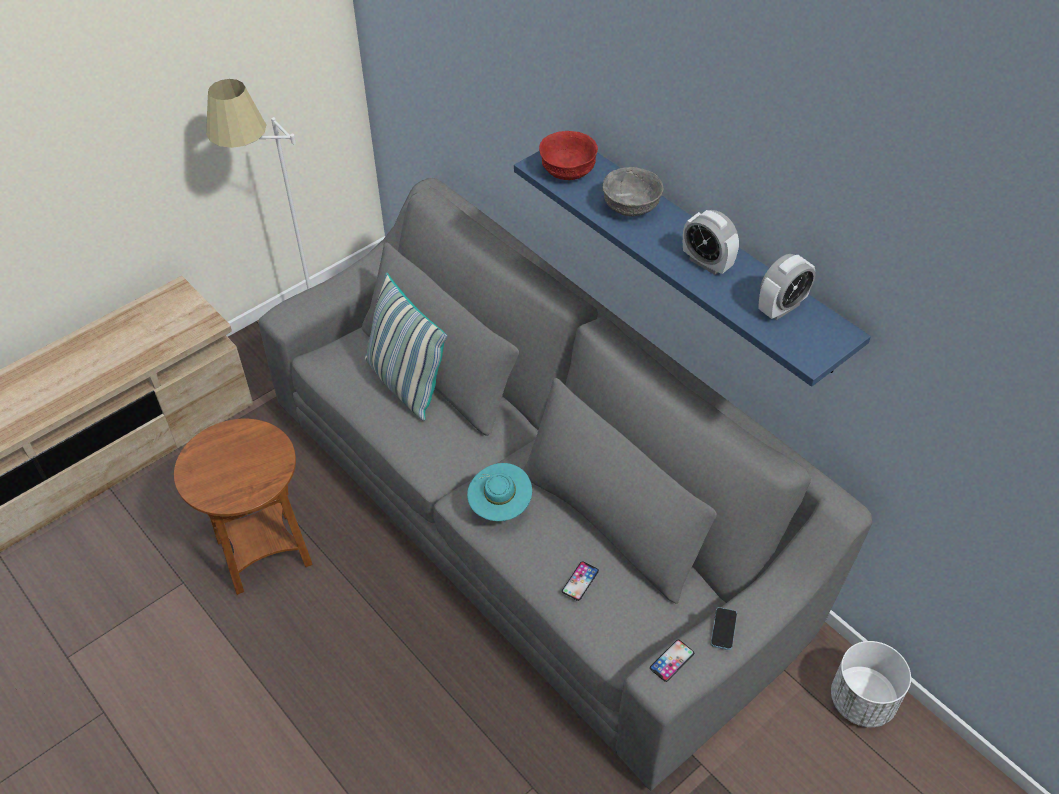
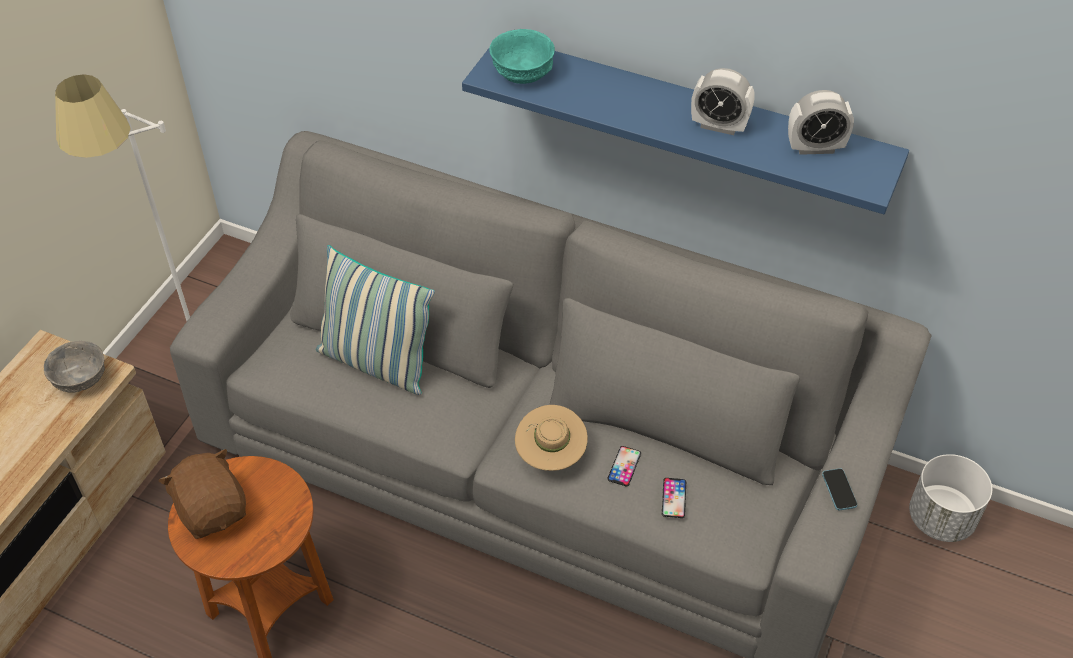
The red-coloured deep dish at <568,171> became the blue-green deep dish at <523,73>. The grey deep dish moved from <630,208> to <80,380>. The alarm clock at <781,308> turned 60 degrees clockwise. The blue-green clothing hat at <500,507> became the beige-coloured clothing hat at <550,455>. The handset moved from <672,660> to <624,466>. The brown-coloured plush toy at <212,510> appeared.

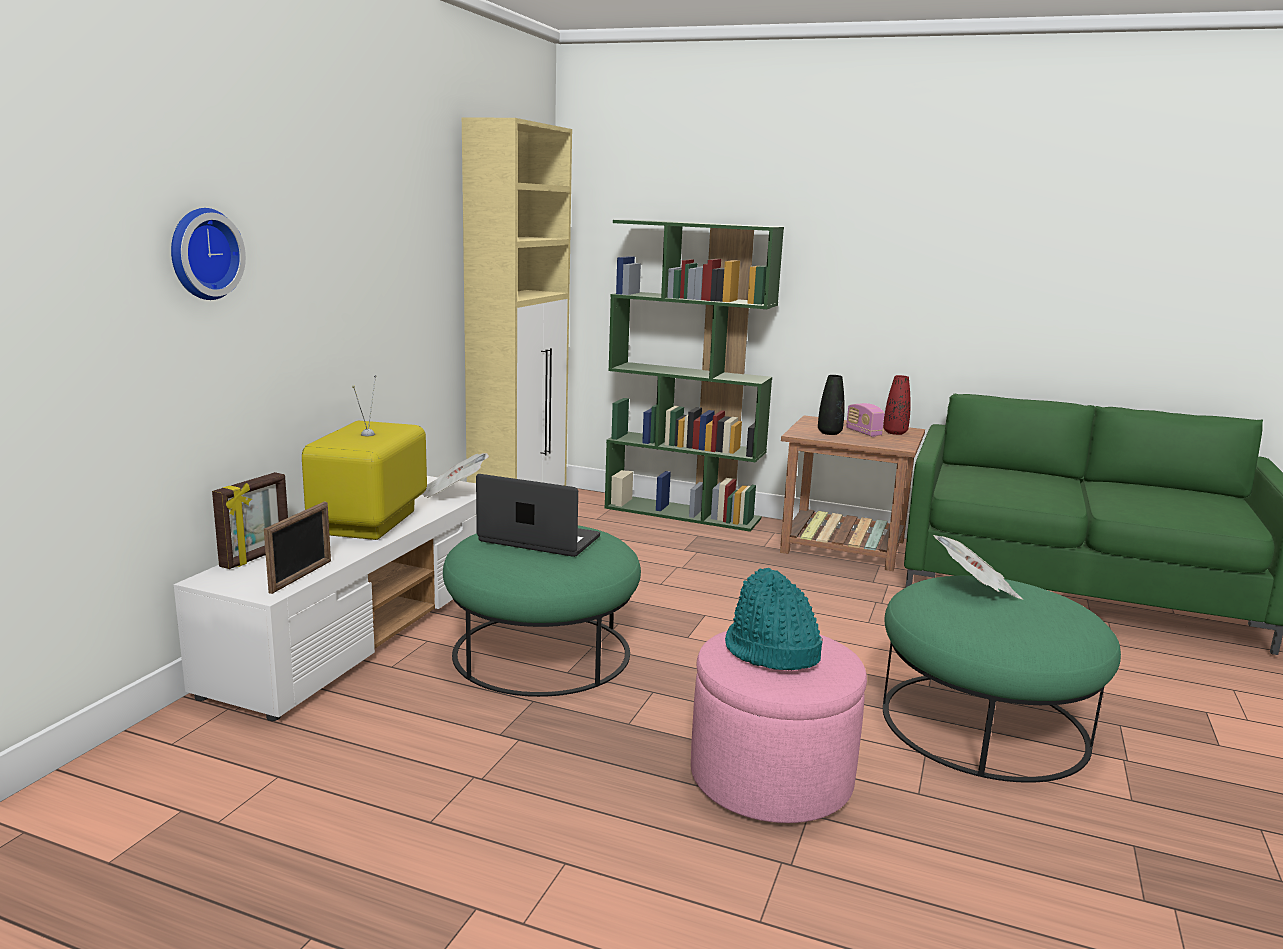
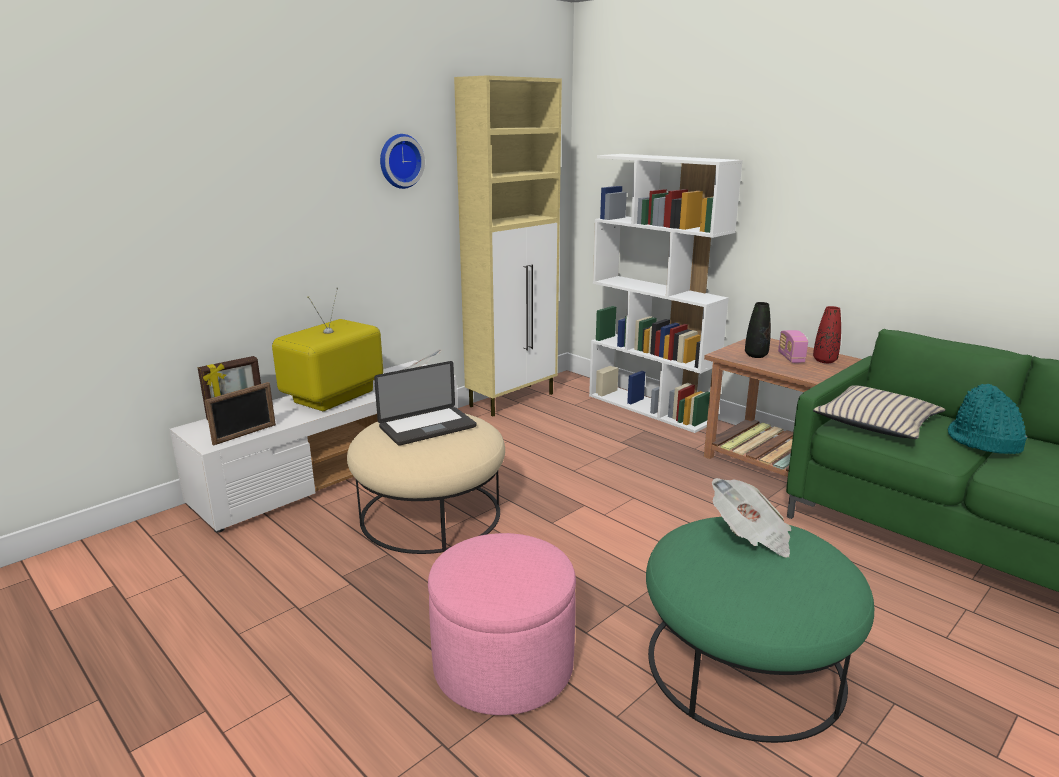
The hanging clock moved from <202,254> to <399,161>. The green bookcase at <683,513> became the white-coloured bookcase at <651,408>. The laptop at <539,539> turned 105 degrees clockwise. The green ottoman at <542,651> became the beige-coloured ottoman at <431,513>. The blue-green clothing hat moved from <770,652> to <982,441>. The beige-coloured throw pillow at <875,423> appeared.

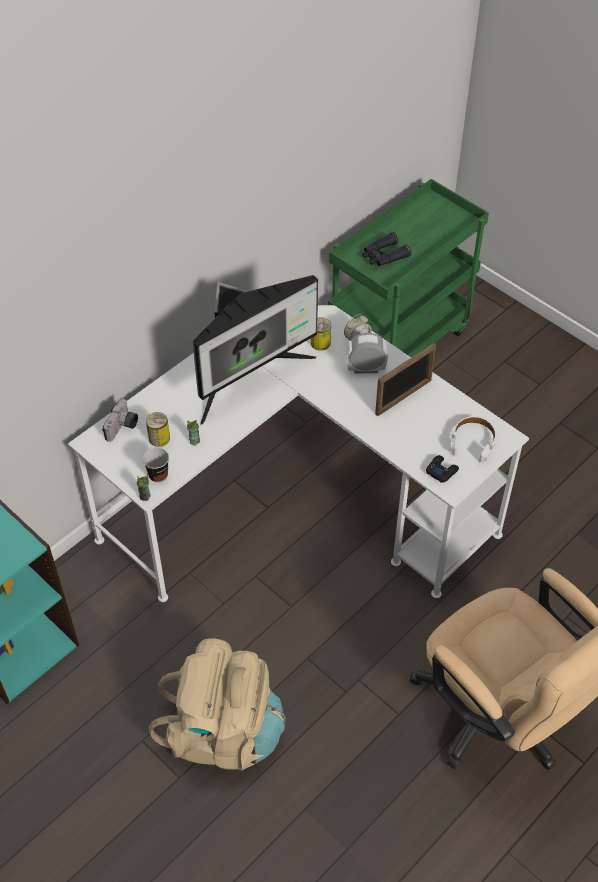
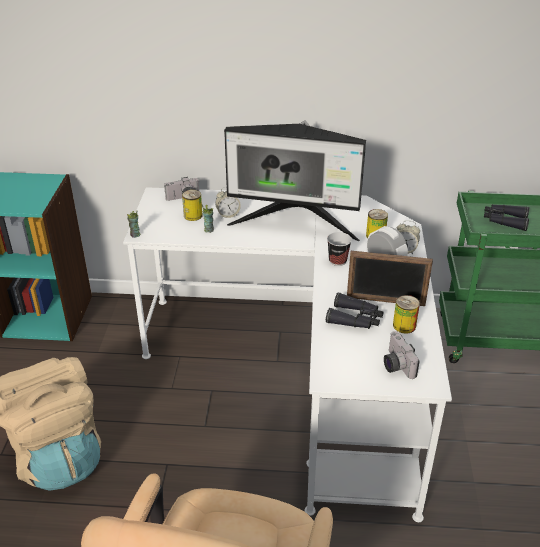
The white-coloured headset at <473,442> was replaced by the photo camera at <395,364>. The small cup moved from <158,475> to <337,261>. The blackish gamepad at <441,471> disappeared. The alarm clock at <228,215> appeared. The blackish field glasses at <355,319> appeared. The metal can at <404,325> appeared.

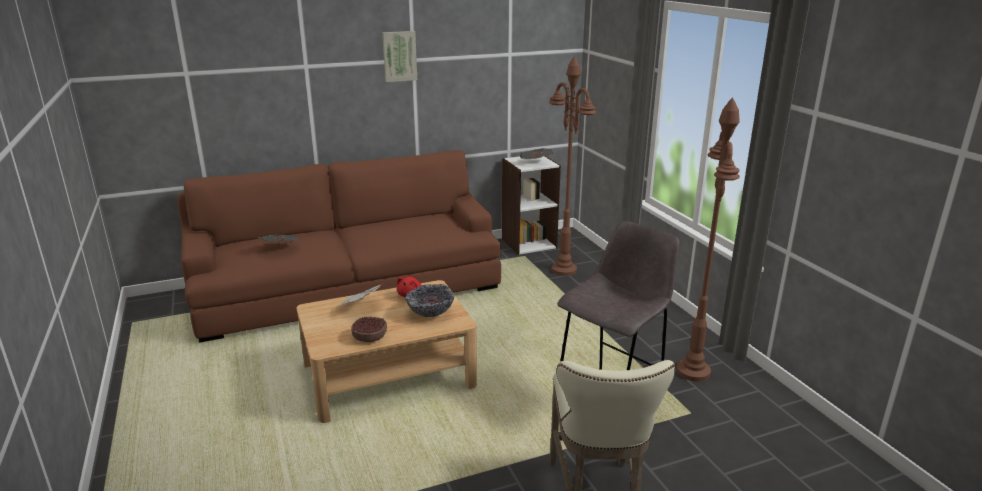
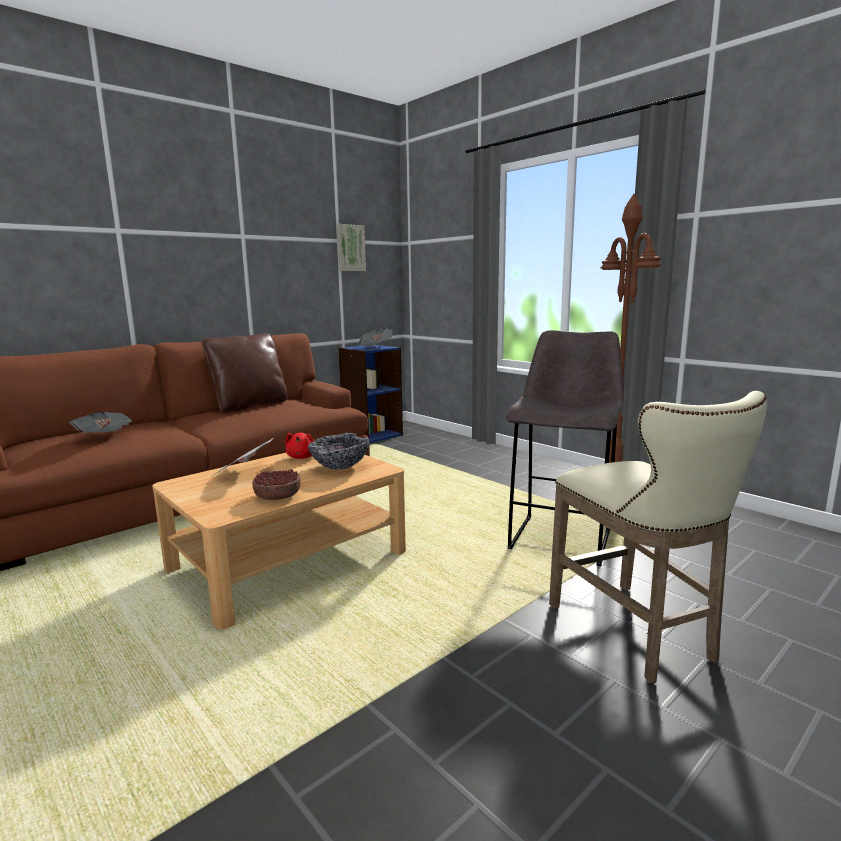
The wall picture moved from <399,56> to <350,248>. The brown-coloured standing lamp at <563,270> disappeared. The white-coloured bookcase at <528,243> became the blue bookcase at <372,435>. The brown-coloured throw pillow at <249,405> appeared.

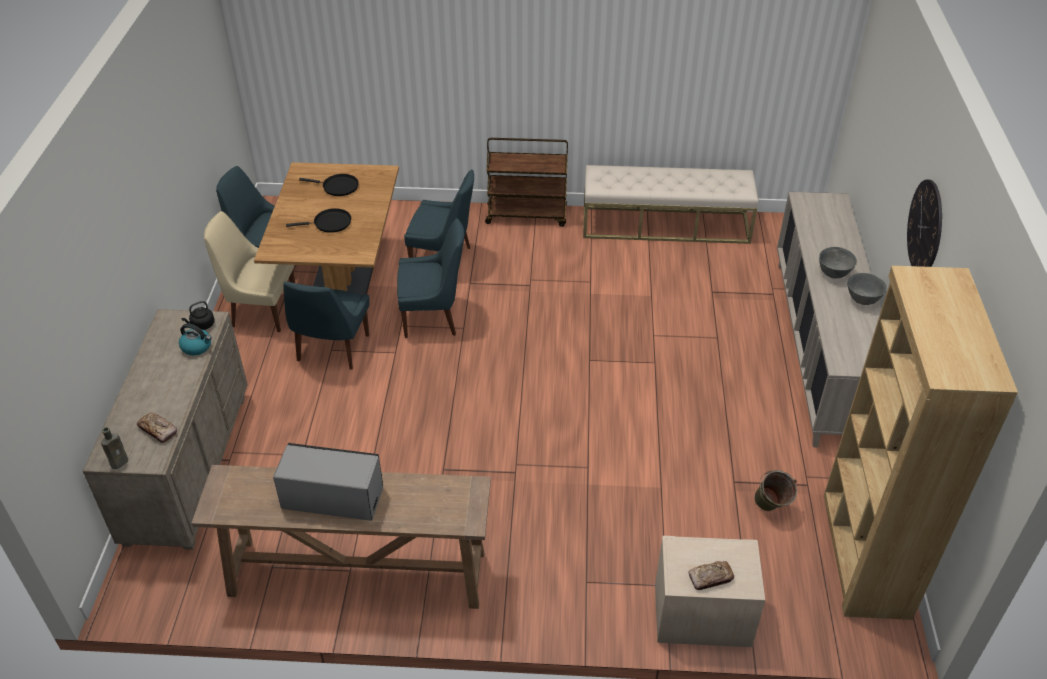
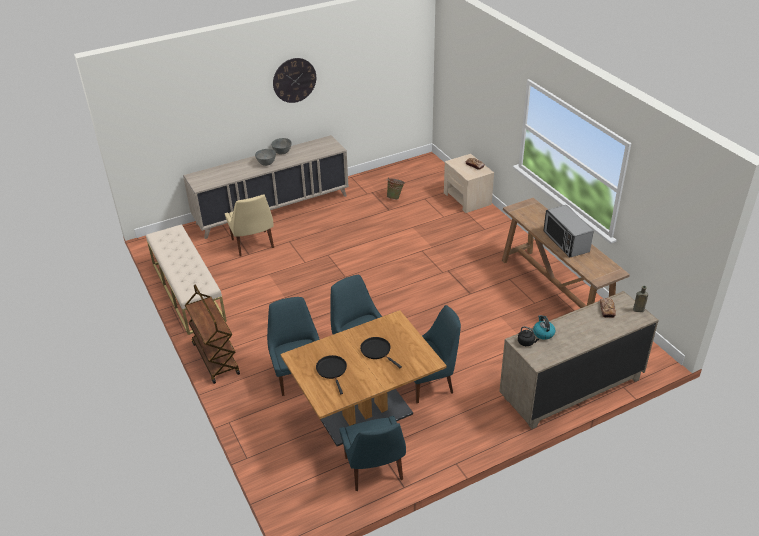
The beige-coloured chair moved from <261,311> to <253,244>. The brown-coloured bookcase at <864,555> disappeared.

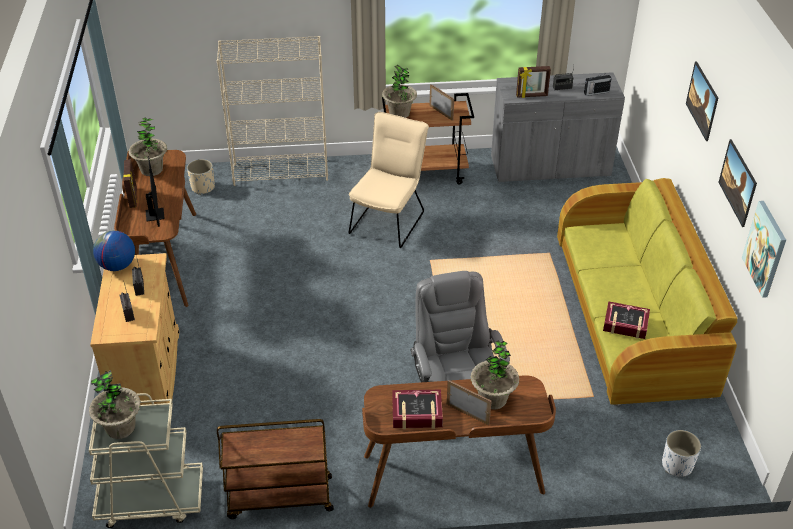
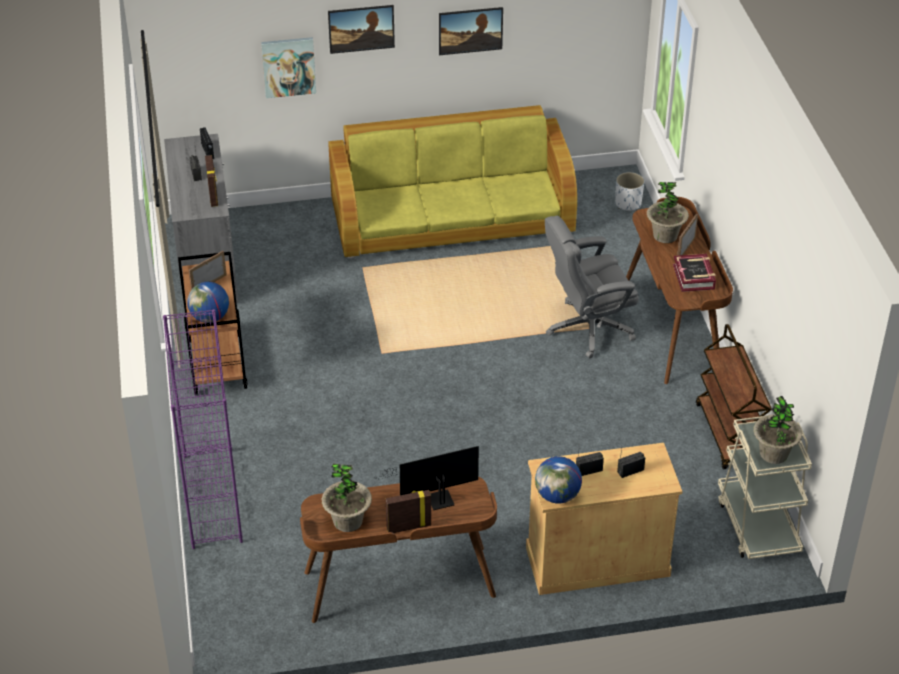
The beige-coloured bookcase at <281,172> became the purplish bookcase at <211,498>. The potted plant at <399,113> was replaced by the desk globe at <210,318>. The beige-coloured chair at <389,219> disappeared. The beige-coloured planter at <203,187> disappeared. The wall picture moved from <765,249> to <288,66>. The book at <625,324> disappeared.

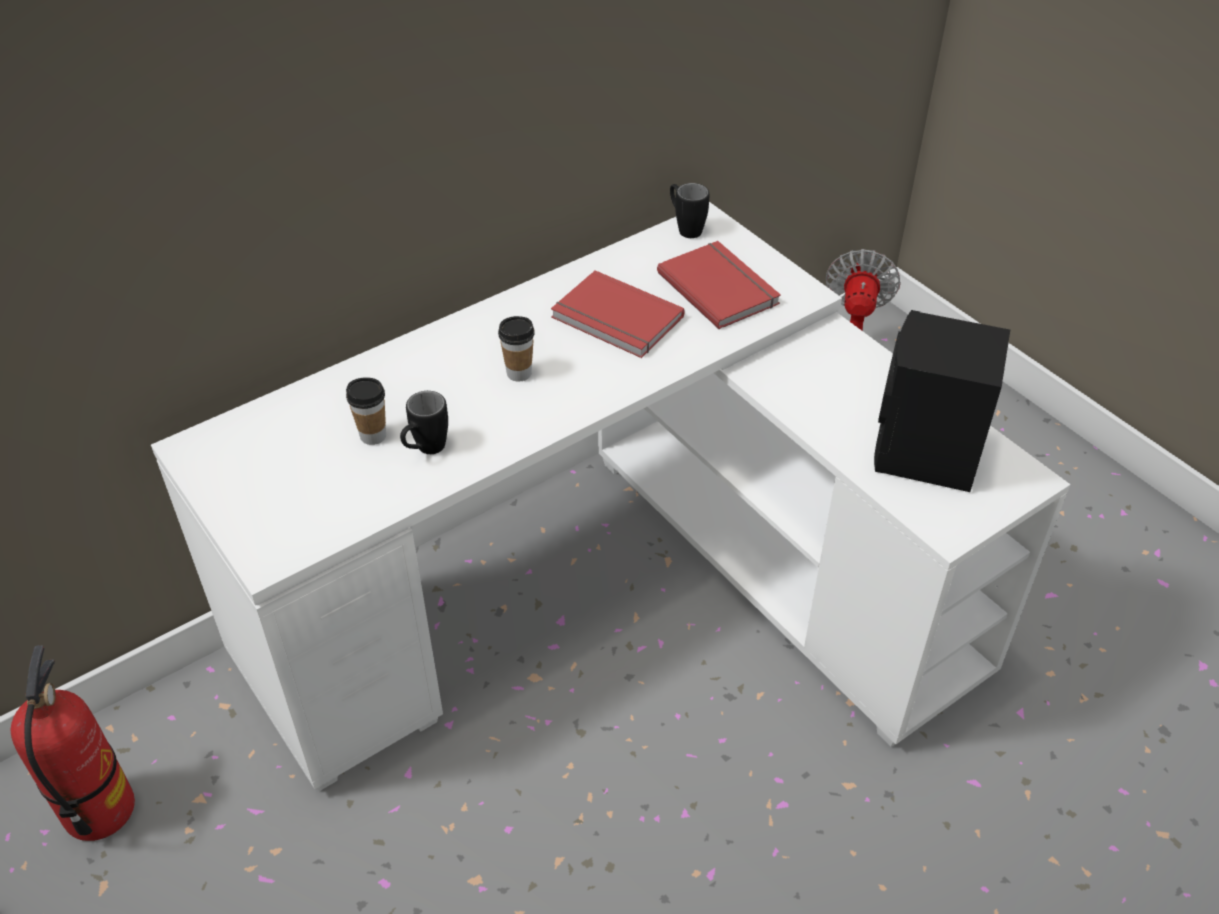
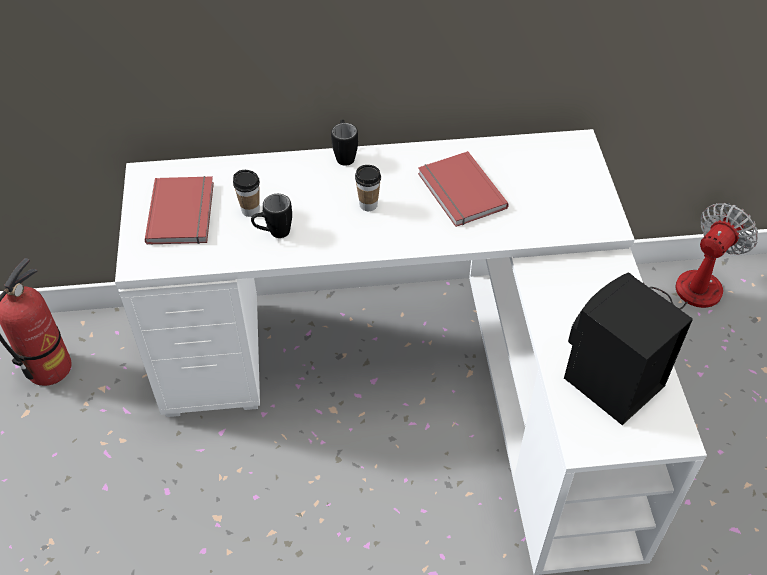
The blackish mug moved from <685,228> to <345,155>. The red-coloured book moved from <720,287> to <184,212>.

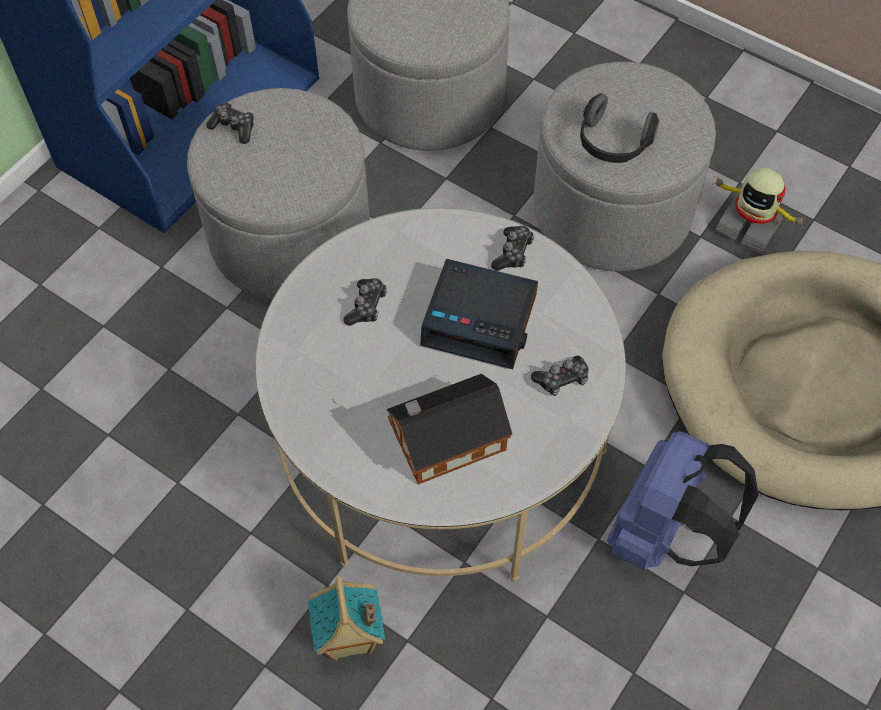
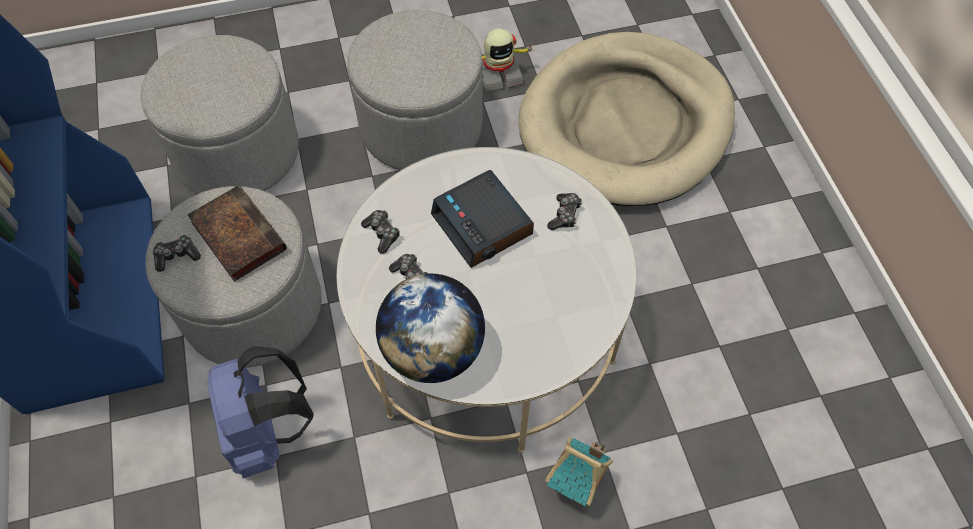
The headset at <613,144> disappeared. The gamepad moved from <513,253> to <382,233>. The alarm clock at <480,320> turned 90 degrees clockwise. The toy house at <444,441> disappeared. The blue knapsack moved from <664,533> to <267,432>. The book at <236,235> appeared. The desk globe at <433,351> appeared.

